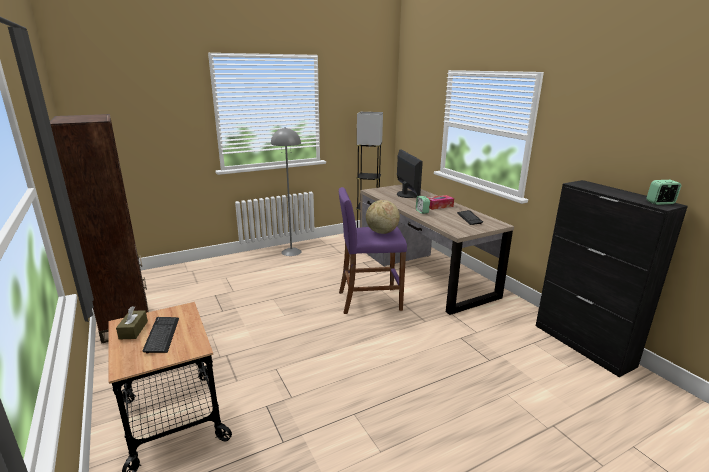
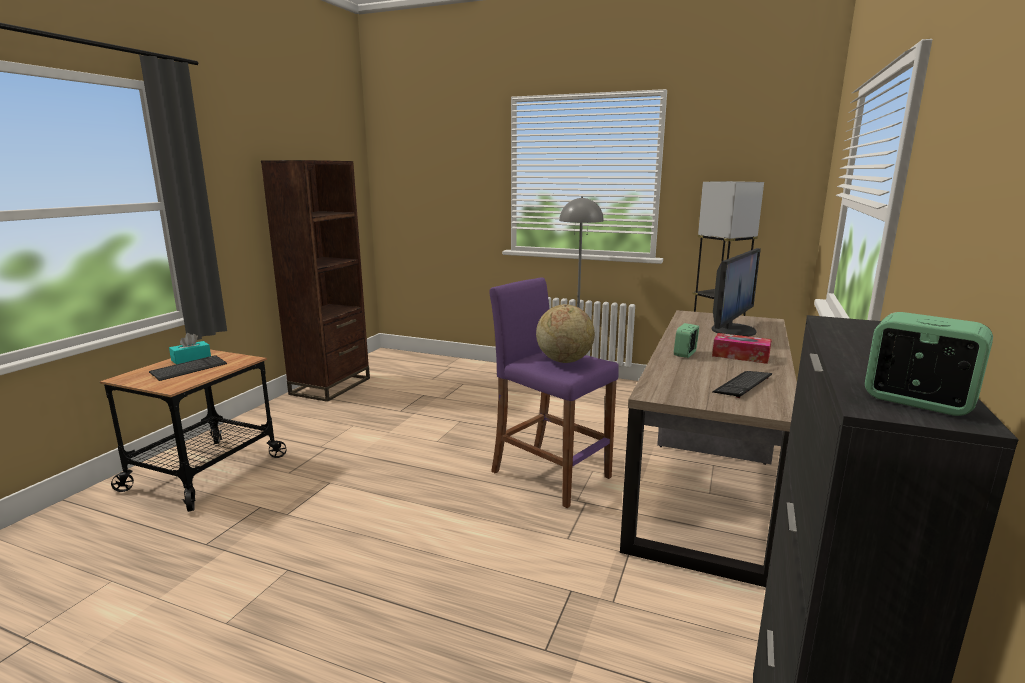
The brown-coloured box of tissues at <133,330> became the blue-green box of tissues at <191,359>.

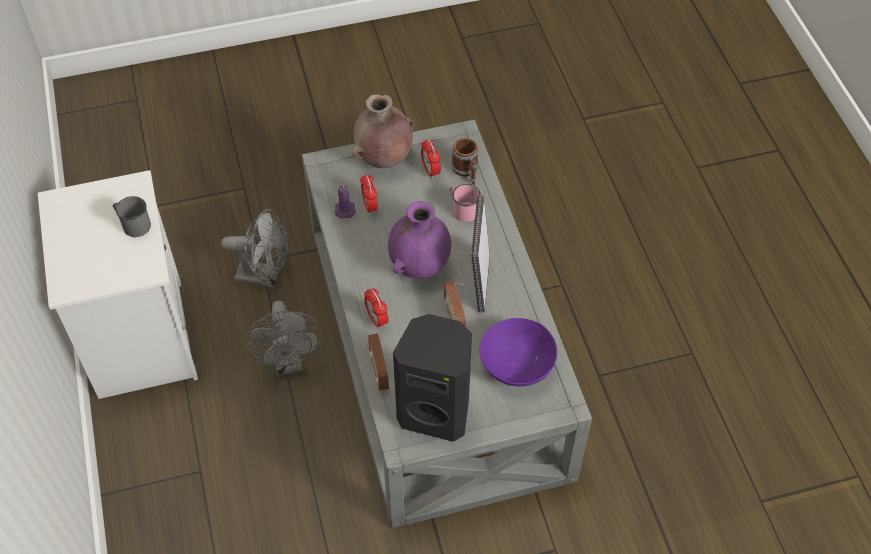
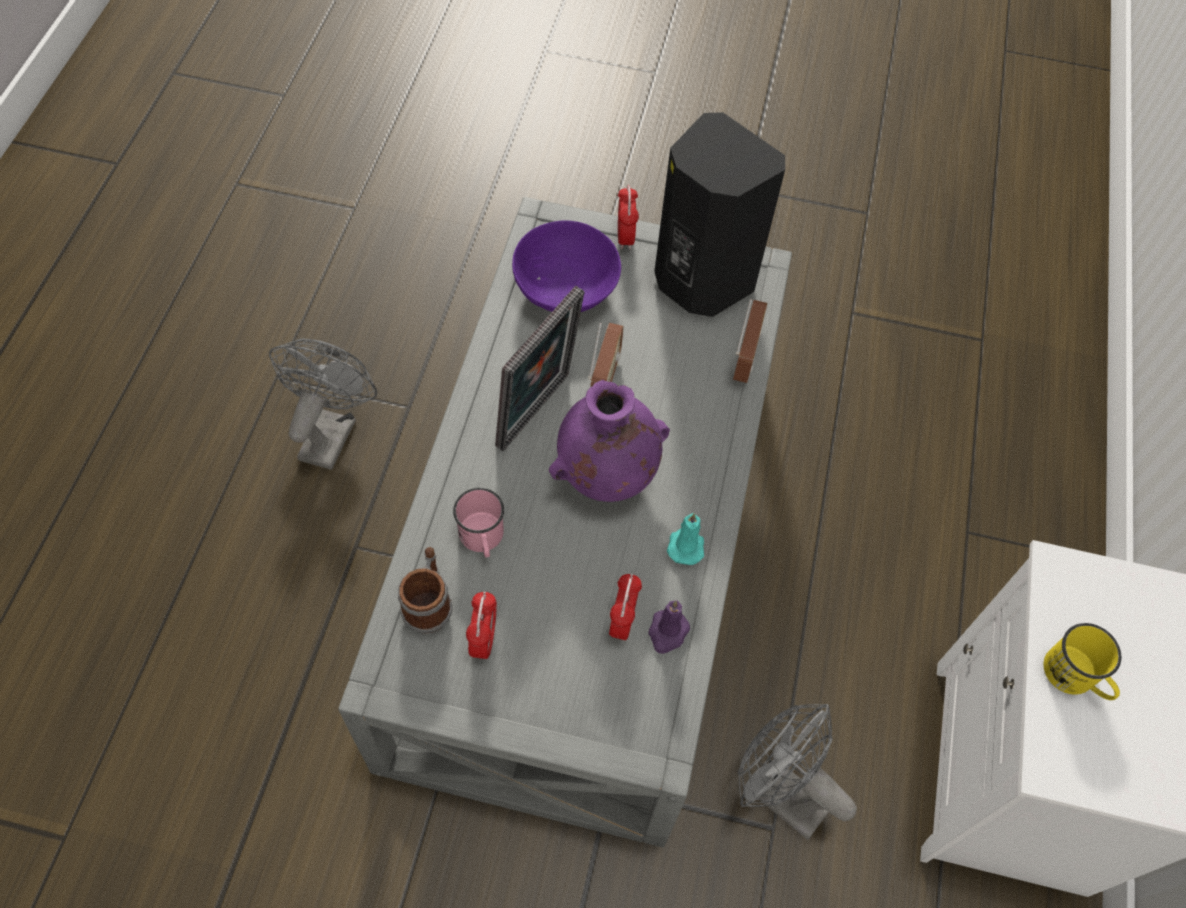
The brown-coloured flower vase at <384,159> disappeared. The grey mug at <133,224> became the yellowish mug at <1075,677>. The alarm clock moved from <377,319> to <625,237>. The grey electric fan moved from <289,362> to <331,431>. The blue-green wax candle at <686,545> appeared.

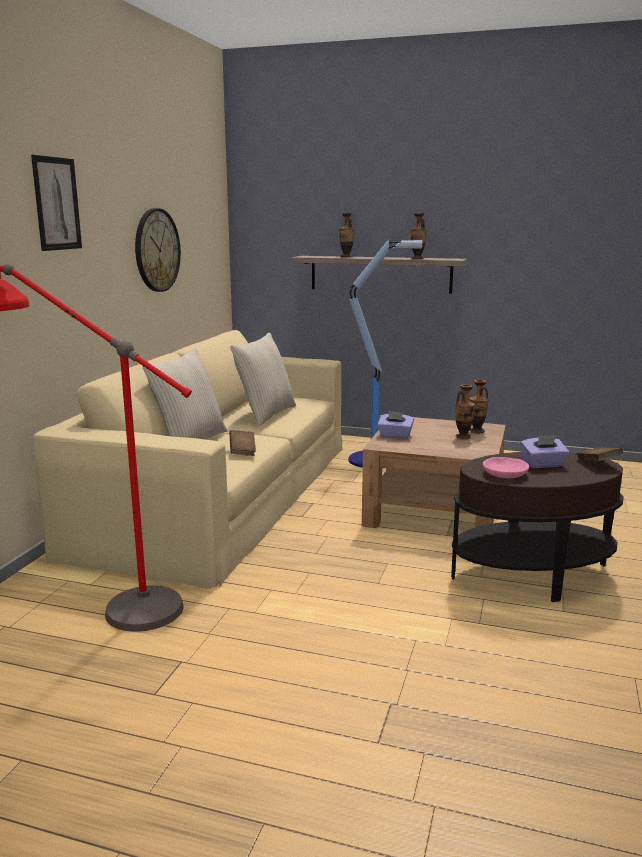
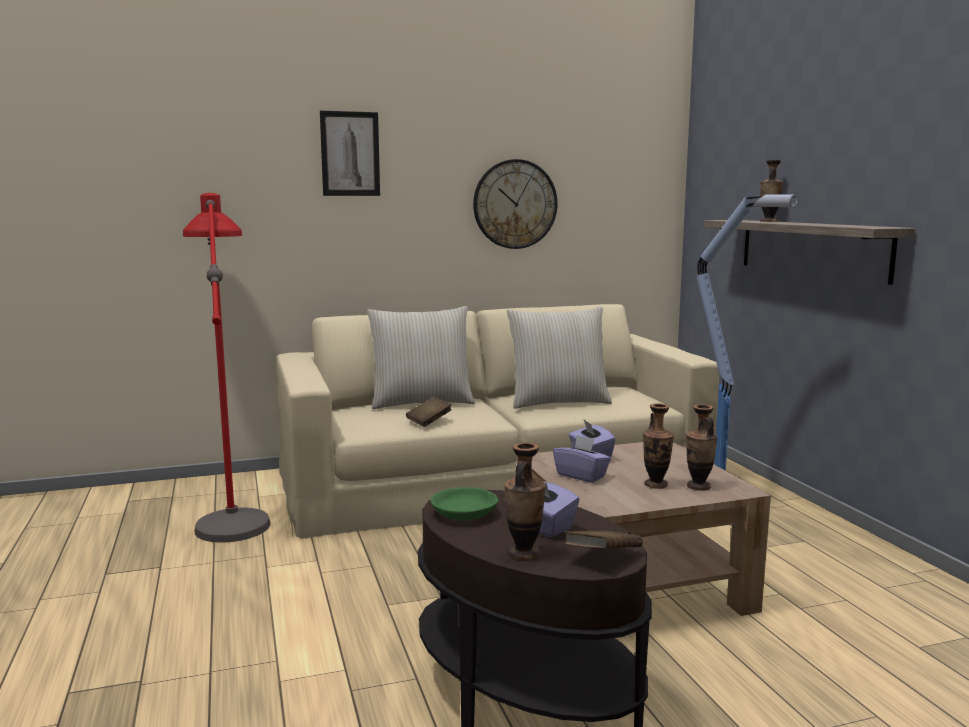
The flower vase moved from <417,258> to <524,553>. The pinkish deep dish at <505,474> became the green deep dish at <465,513>. The purplish box of tissues at <581,475> appeared.

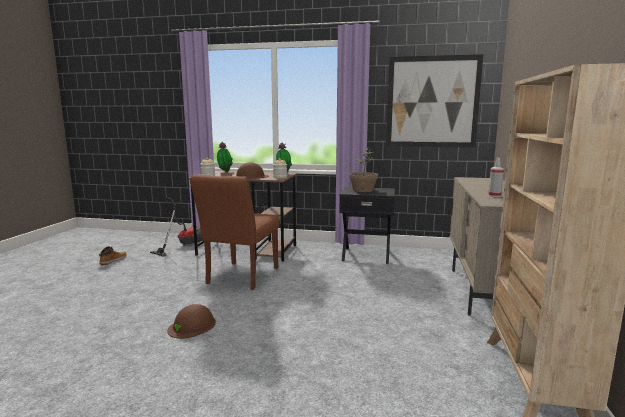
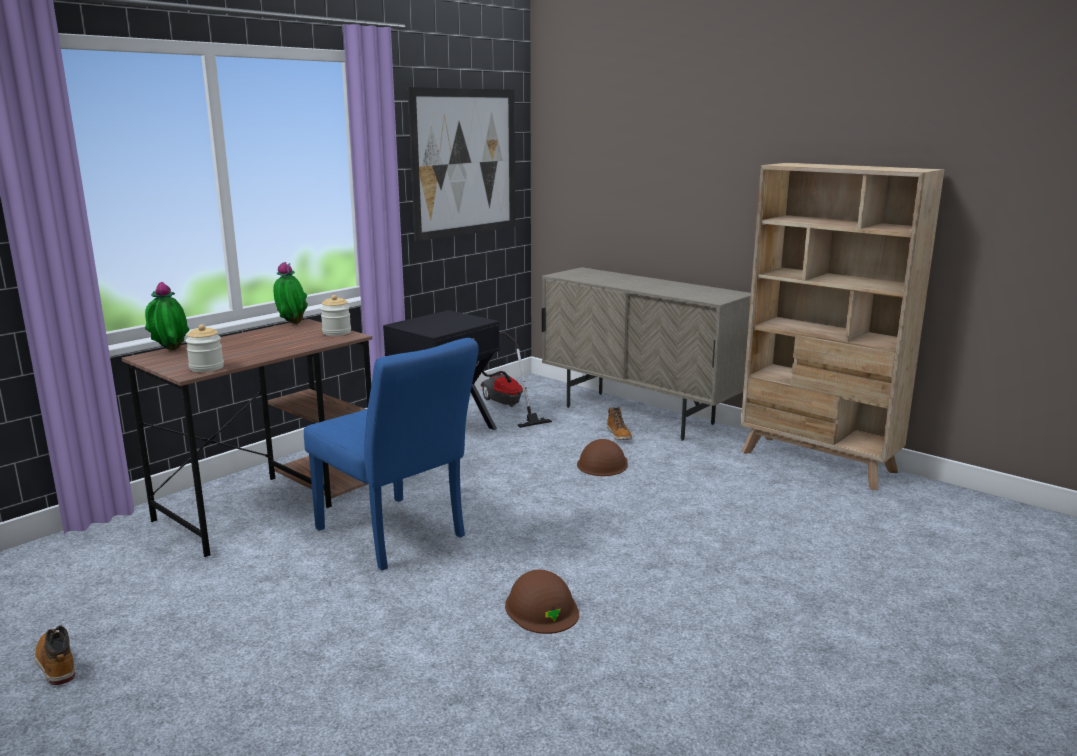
The potted plant at <362,190> disappeared. The sprayer at <494,196> disappeared. The brown-coloured work helmet moved from <251,176> to <602,464>. The brown-coloured chair at <240,277> became the blue chair at <397,536>. The vacuum moved from <184,244> to <506,407>. The tall boot at <619,435> appeared.

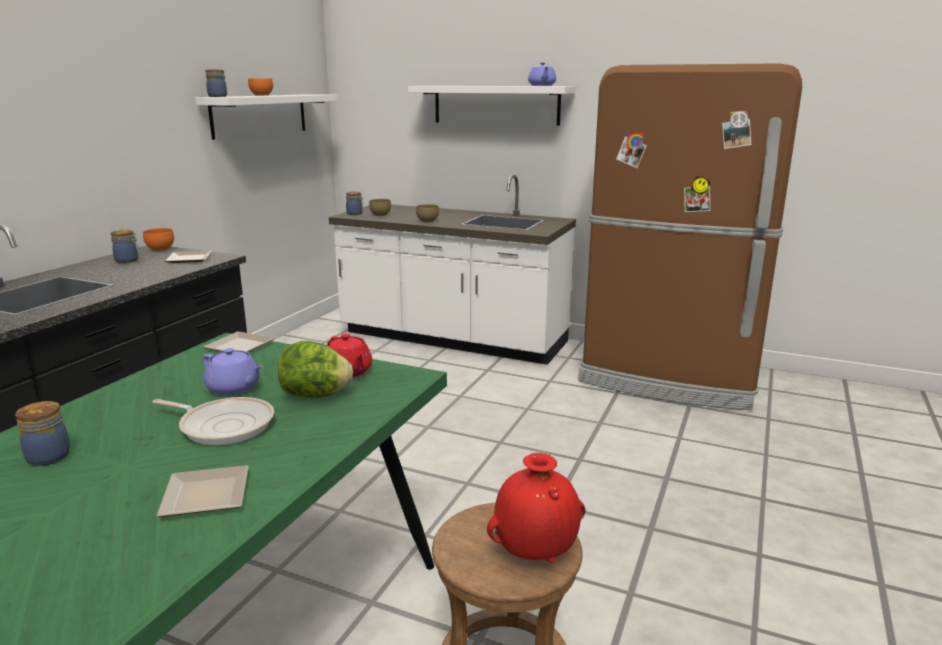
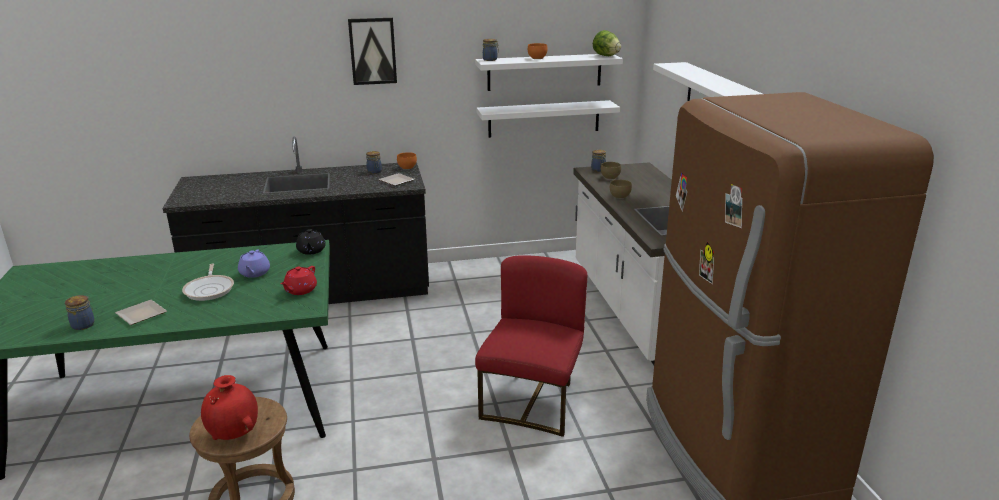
The purplish teapot at <542,85> disappeared. The flat dish at <239,346> was replaced by the blackish teapot at <311,251>. The lettuce moved from <315,395> to <606,56>. The preserve jar moved from <48,456> to <84,324>. The wall picture at <372,51> appeared. The white-coloured shelf at <544,119> appeared. The red-coloured chair at <533,402> appeared.

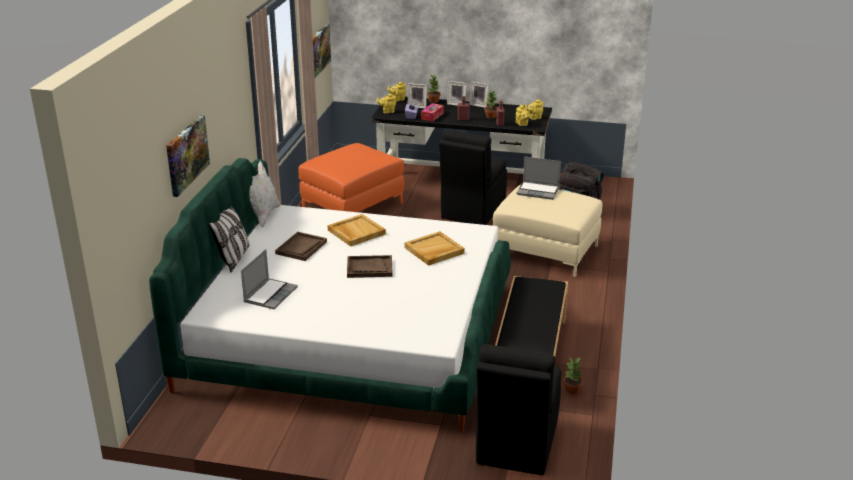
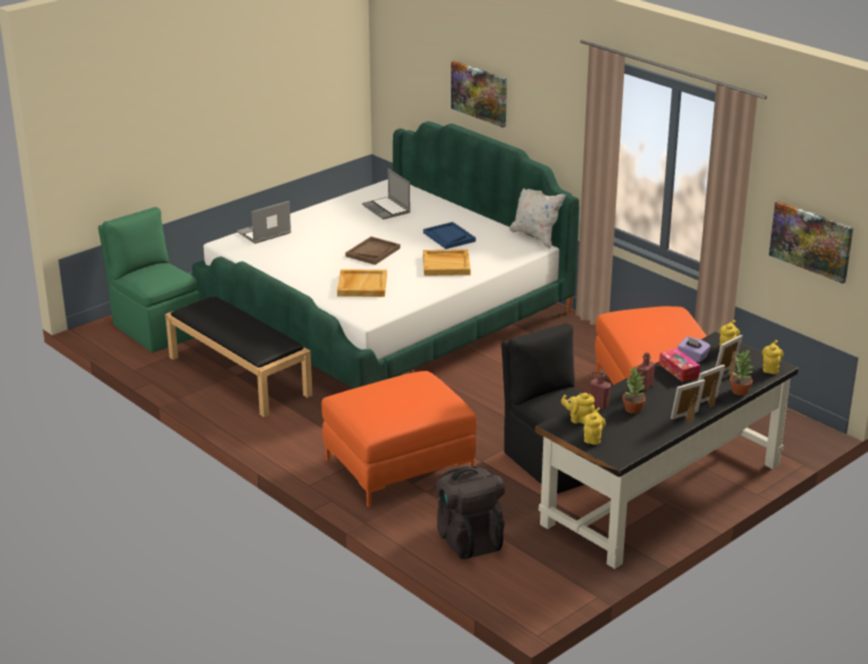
The laptop moved from <538,191> to <264,234>. The beige-coloured ottoman at <546,251> became the orange-coloured ottoman at <399,467>. The throw pillow at <233,258> disappeared. The brown-coloured serving tray at <301,248> became the blue serving tray at <449,237>. The blackish chair at <516,444> became the green chair at <156,329>. The potted plant at <572,390> disappeared.

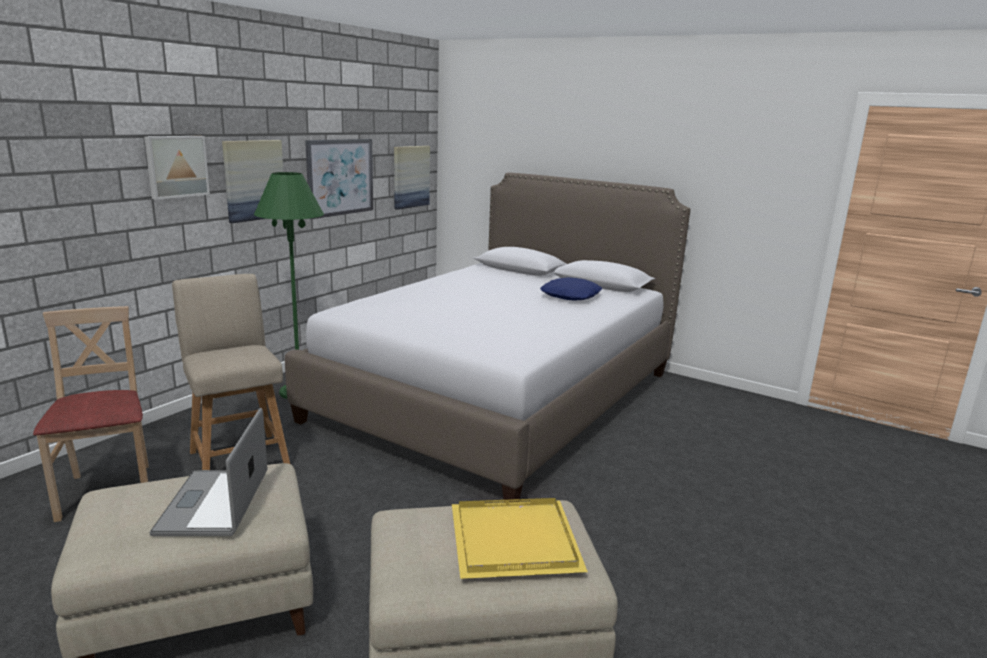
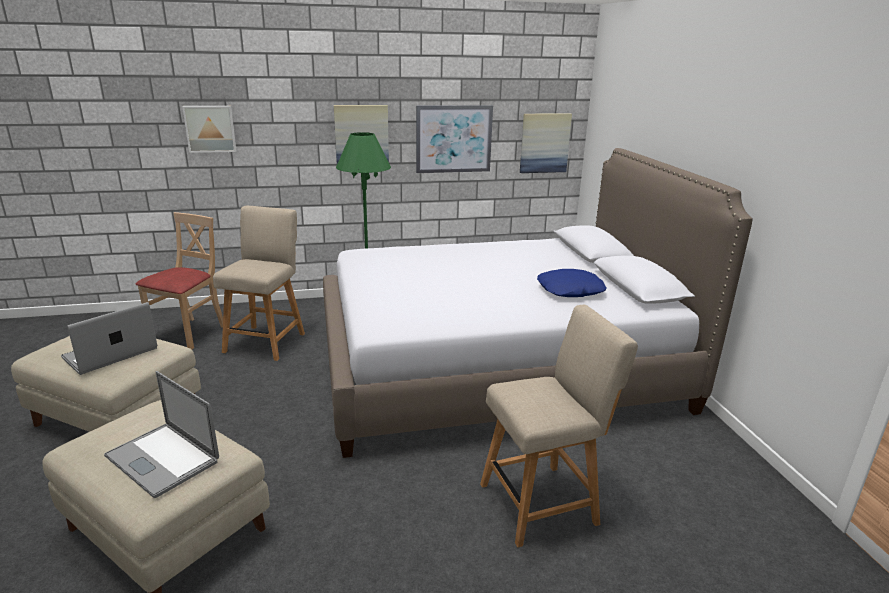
The wall picture moved from <176,166> to <210,128>. The yellowish serving tray at <516,539> was replaced by the laptop at <162,458>. The beige-coloured chair at <543,502> appeared.

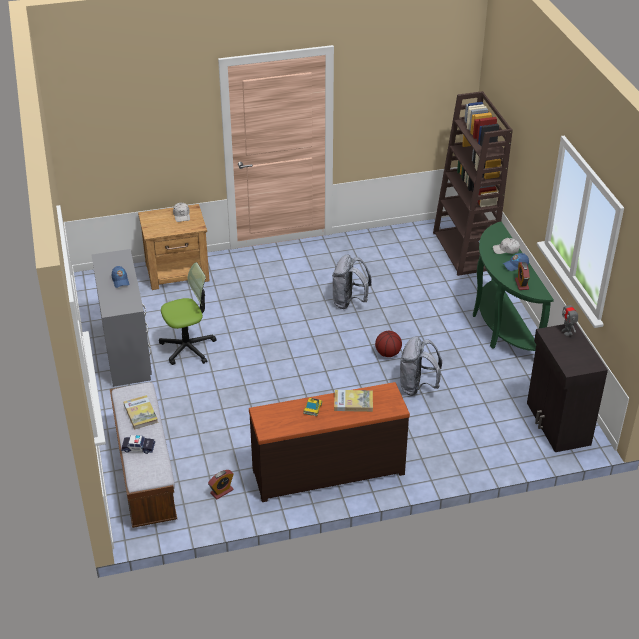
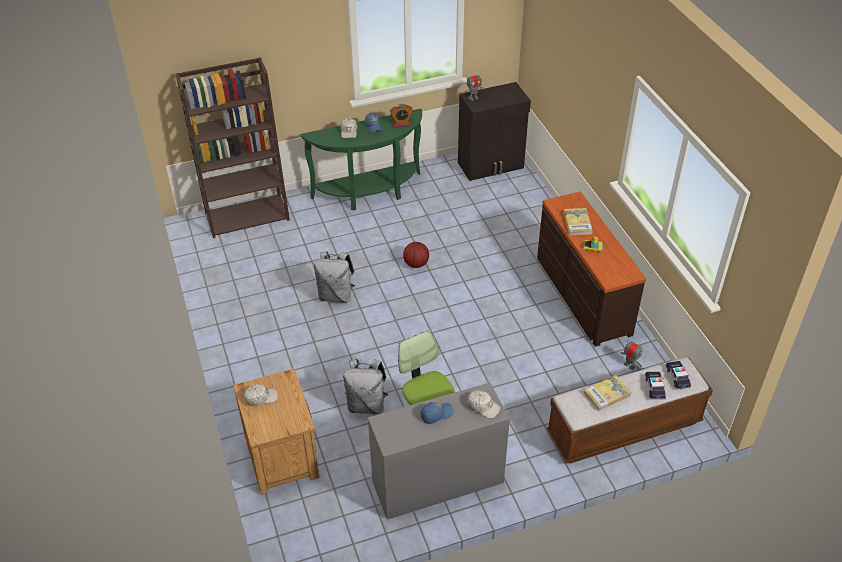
The grey knapsack moved from <417,387> to <366,404>. The alarm clock at <221,491> was replaced by the toy robot at <629,365>. The toy car at <677,377> appeared. The white-coloured peaked cap at <483,406> appeared.

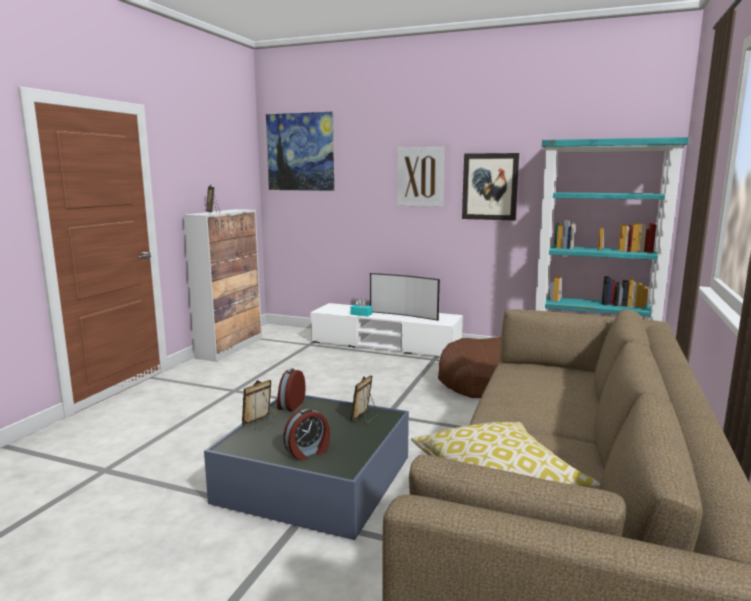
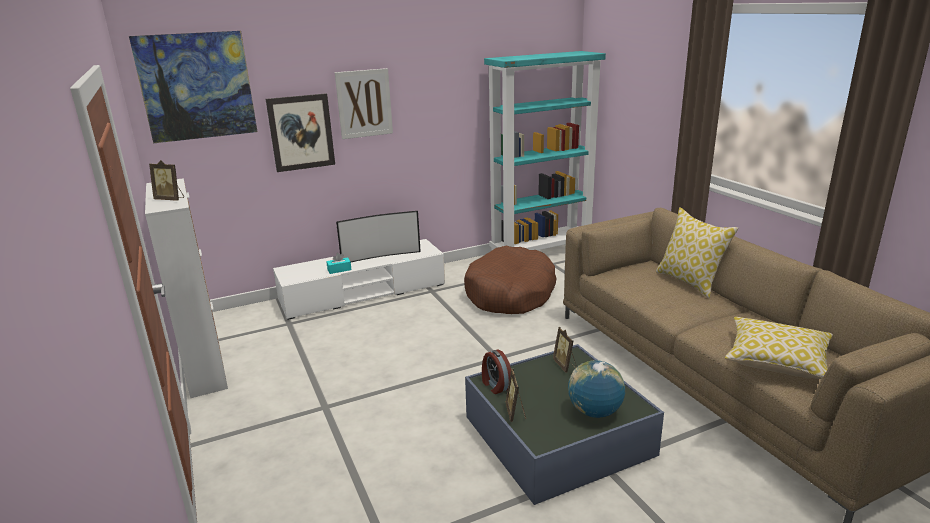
The wall picture moved from <490,186> to <301,132>. The alarm clock at <308,452> was replaced by the desk globe at <594,412>. The throw pillow at <690,282> appeared.

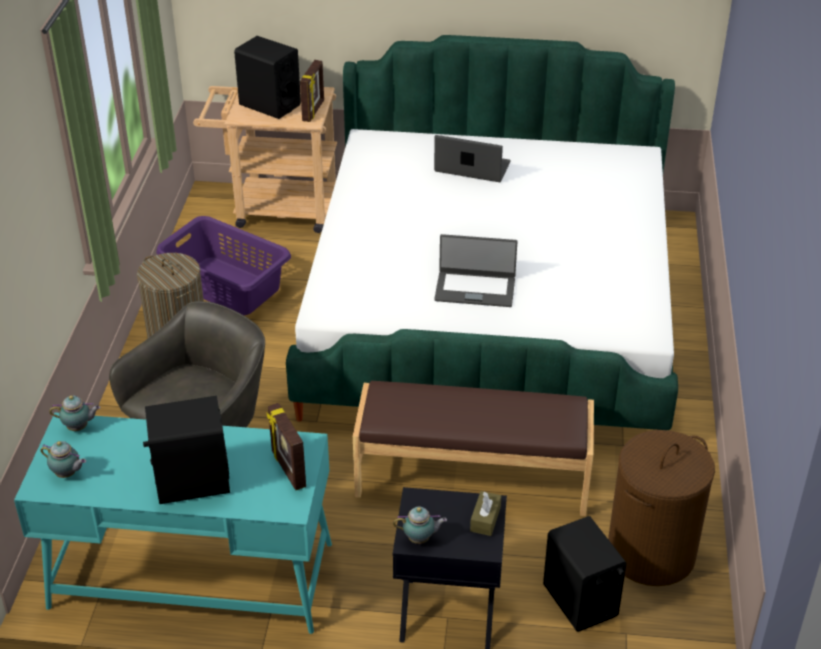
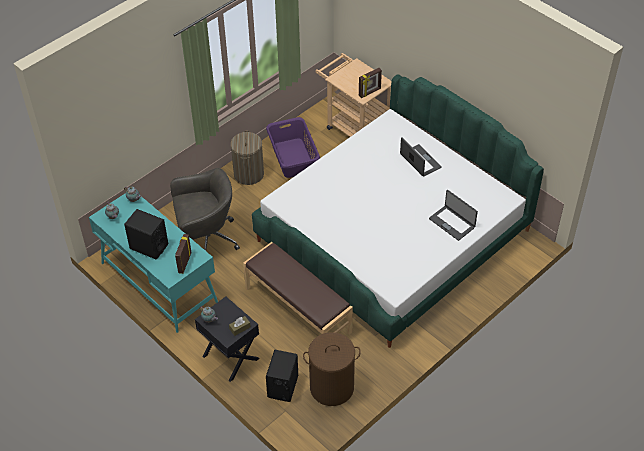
The blackish speaker at <269,105> disappeared. The laptop moved from <475,289> to <452,223>.

